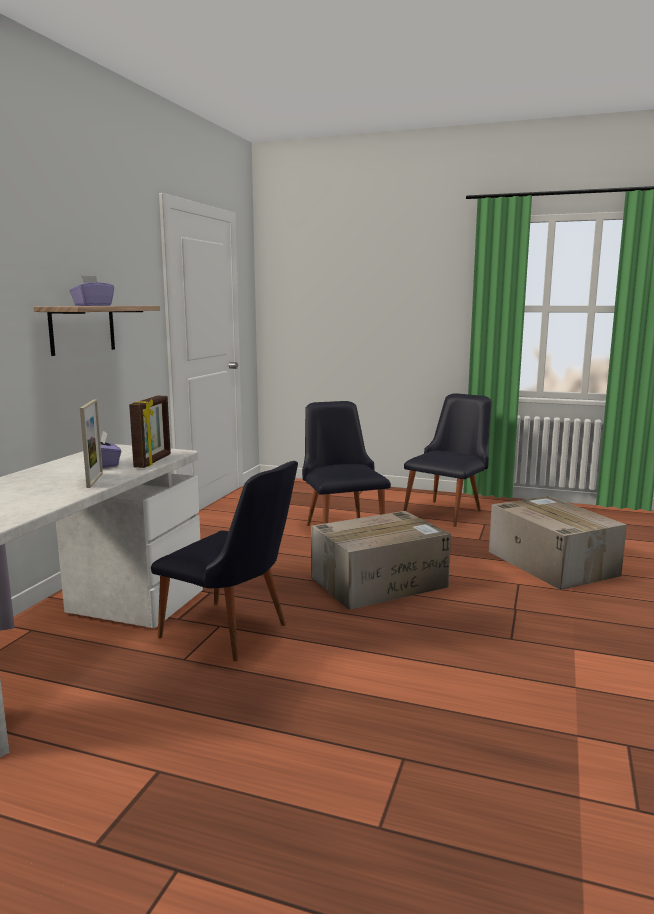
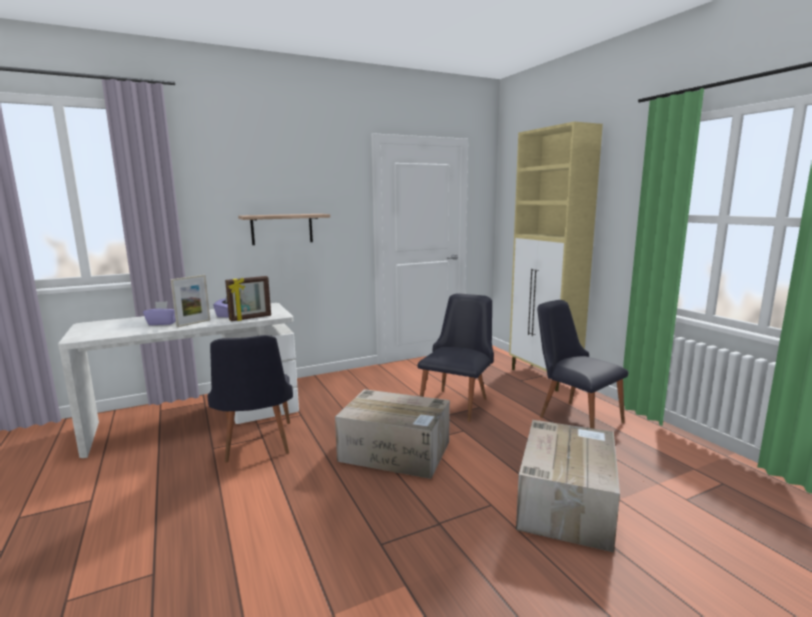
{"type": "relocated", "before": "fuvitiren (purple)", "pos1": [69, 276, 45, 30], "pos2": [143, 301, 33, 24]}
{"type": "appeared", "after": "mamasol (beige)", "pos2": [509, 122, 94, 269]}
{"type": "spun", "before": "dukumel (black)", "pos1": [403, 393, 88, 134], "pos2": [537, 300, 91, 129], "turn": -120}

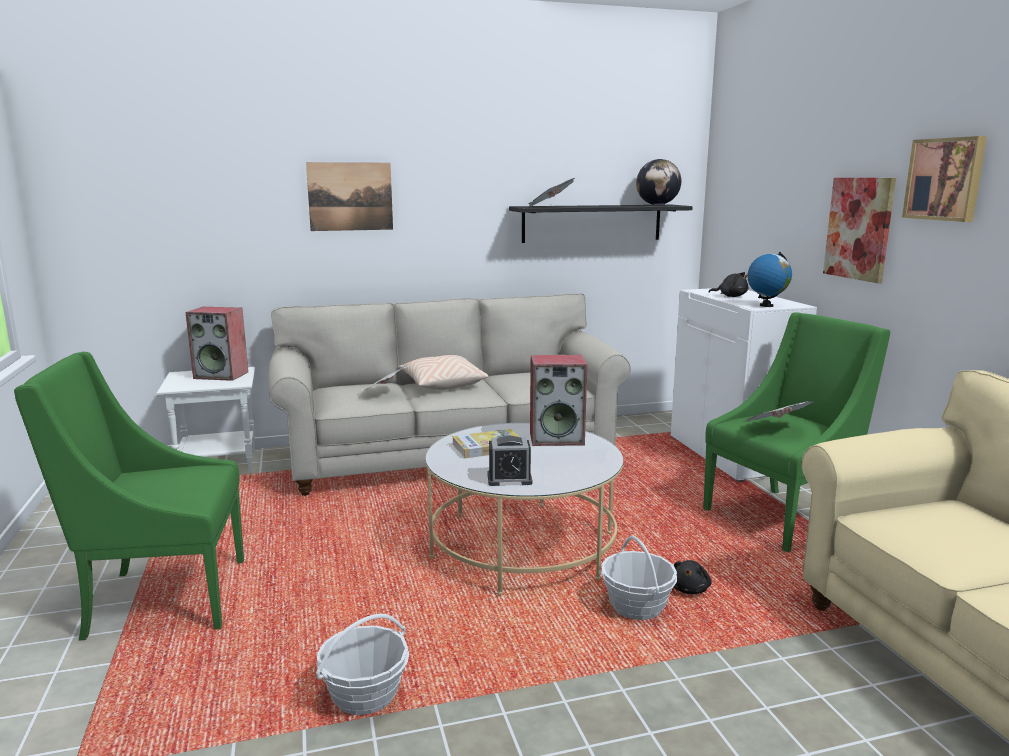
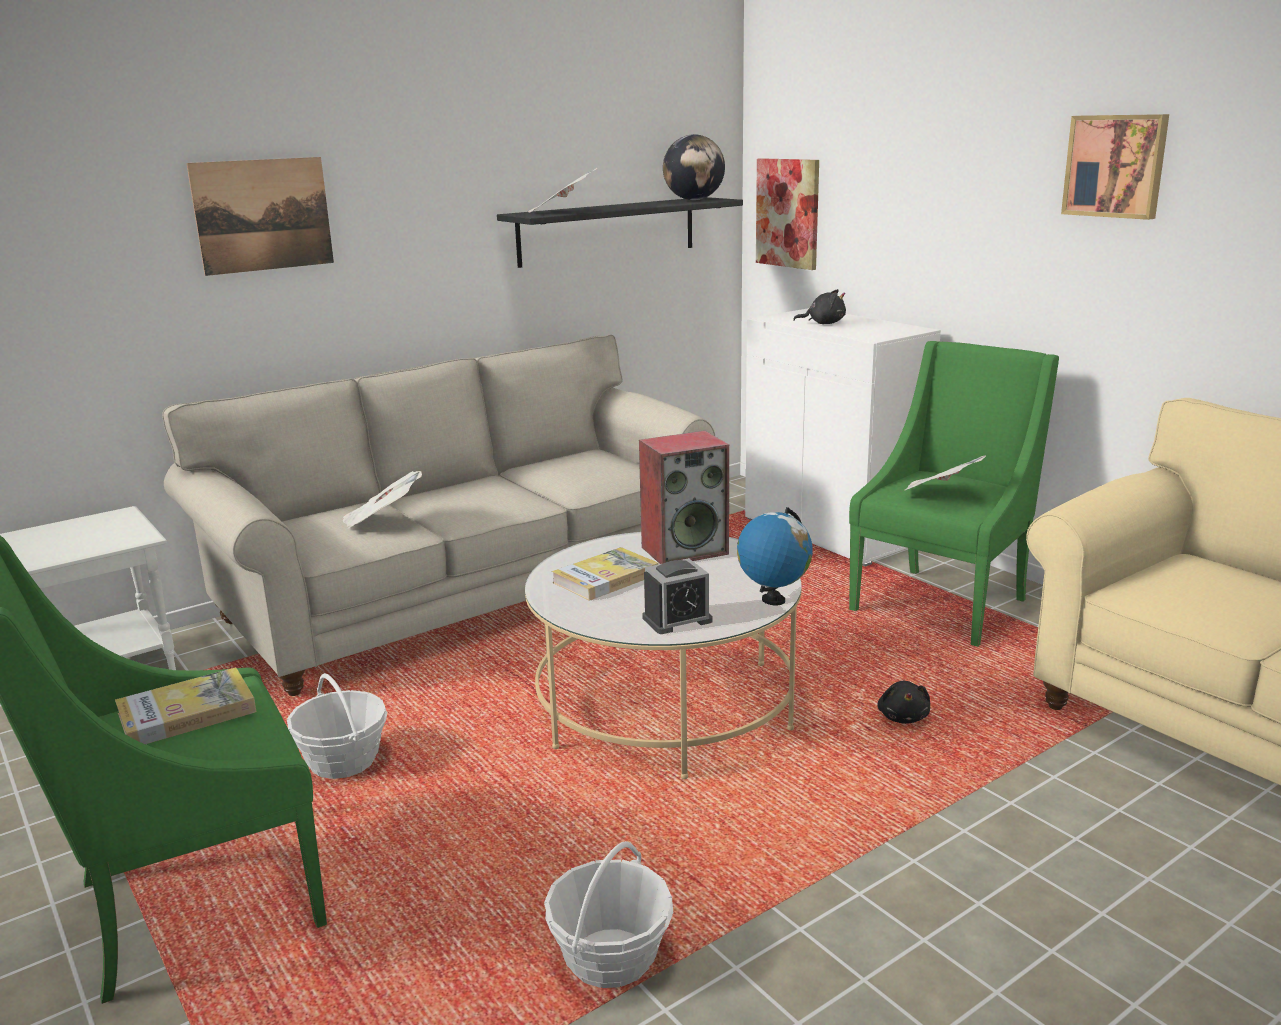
{"type": "appeared", "after": "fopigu", "pos2": [115, 667, 141, 77]}
{"type": "relocated", "before": "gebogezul", "pos1": [601, 536, 76, 84], "pos2": [287, 673, 100, 106]}
{"type": "relocated", "before": "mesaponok", "pos1": [747, 252, 45, 55], "pos2": [737, 507, 76, 99]}
{"type": "relocated", "before": "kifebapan", "pos1": [823, 178, 73, 105], "pos2": [756, 158, 63, 112]}
{"type": "missing", "before": "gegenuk", "pos1": [185, 307, 63, 74]}
{"type": "missing", "before": "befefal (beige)", "pos1": [398, 355, 90, 35]}

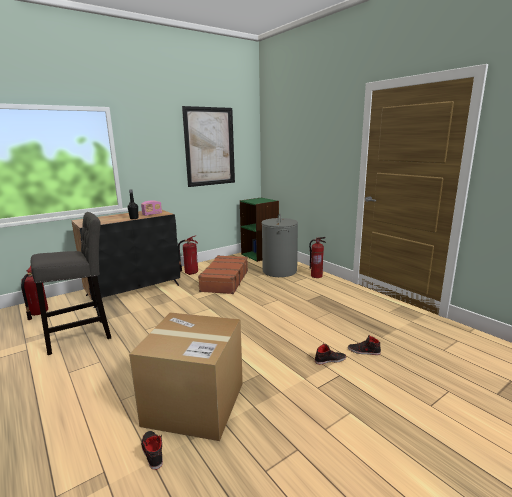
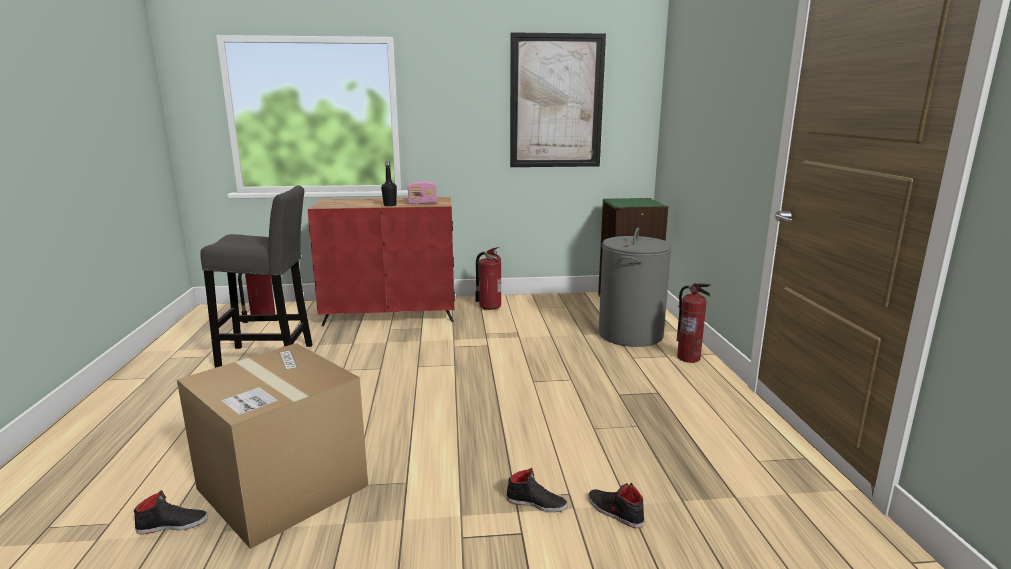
{"type": "spun", "before": "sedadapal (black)", "pos1": [141, 431, 22, 39], "pos2": [134, 490, 74, 45], "turn": 75}
{"type": "colour", "before": "mamasol (black)", "after": "mamasol (red)", "pos1": [71, 210, 109, 98], "pos2": [307, 197, 148, 129]}
{"type": "missing", "before": "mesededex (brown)", "pos1": [198, 255, 50, 39]}

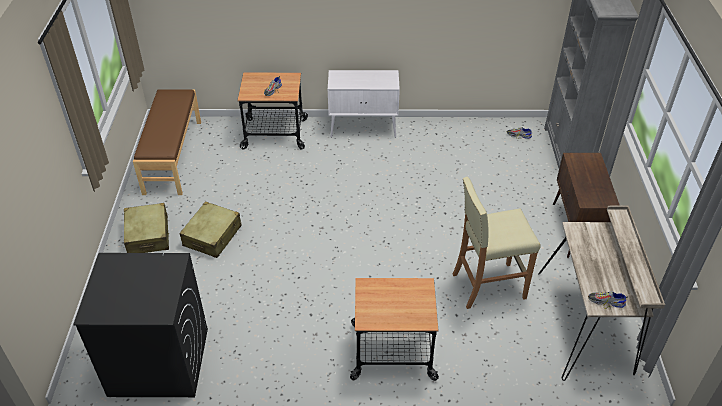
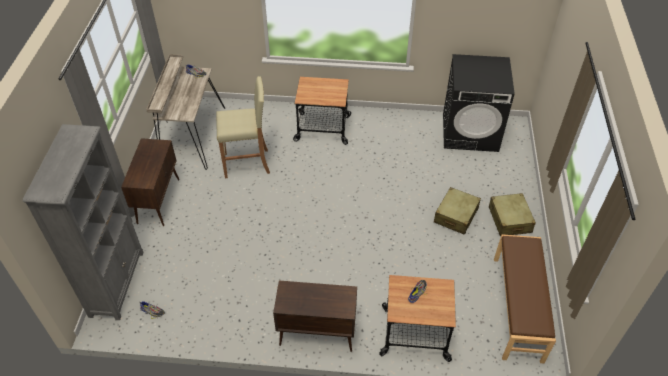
{"type": "colour", "before": "mamasol (white)", "after": "mamasol (brown)", "pos1": [328, 70, 72, 68], "pos2": [273, 281, 84, 71]}

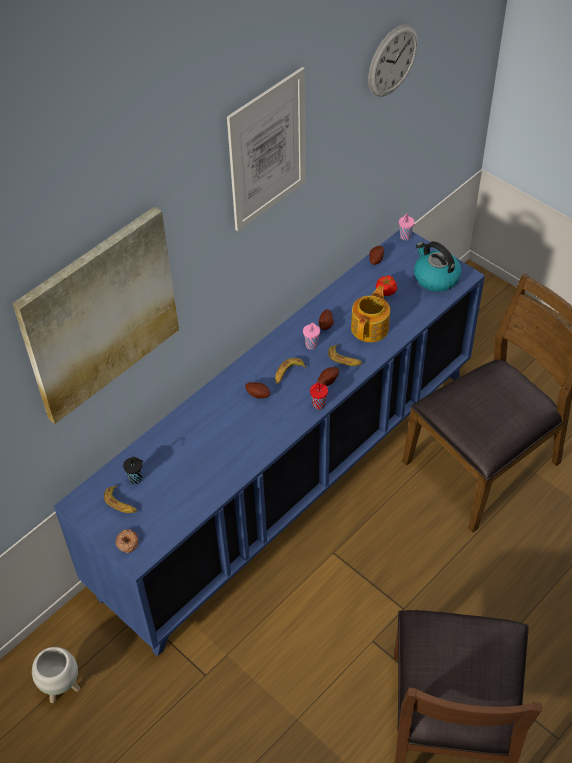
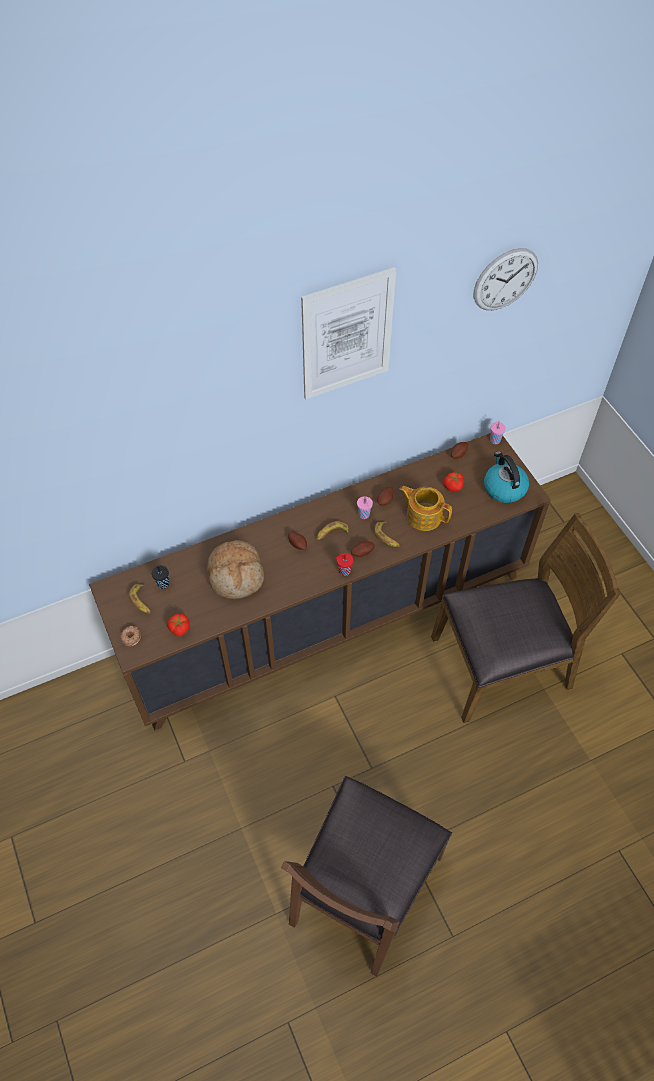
{"type": "colour", "before": "mamasol (blue)", "after": "mamasol (brown)", "pos1": [54, 229, 431, 427], "pos2": [89, 433, 462, 298]}
{"type": "appeared", "after": "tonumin", "pos2": [167, 614, 23, 23]}
{"type": "appeared", "after": "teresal", "pos2": [207, 540, 57, 59]}
{"type": "spun", "before": "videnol", "pos1": [351, 285, 39, 57], "pos2": [400, 486, 52, 45], "turn": -105}
{"type": "missing", "before": "kifebapan", "pos1": [12, 206, 167, 218]}
{"type": "missing", "before": "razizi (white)", "pos1": [32, 647, 48, 56]}

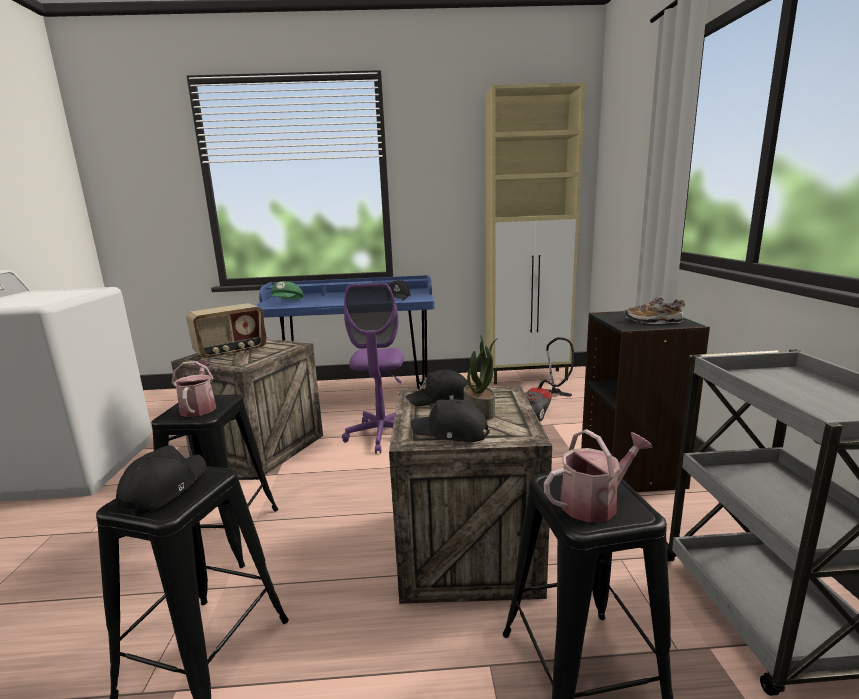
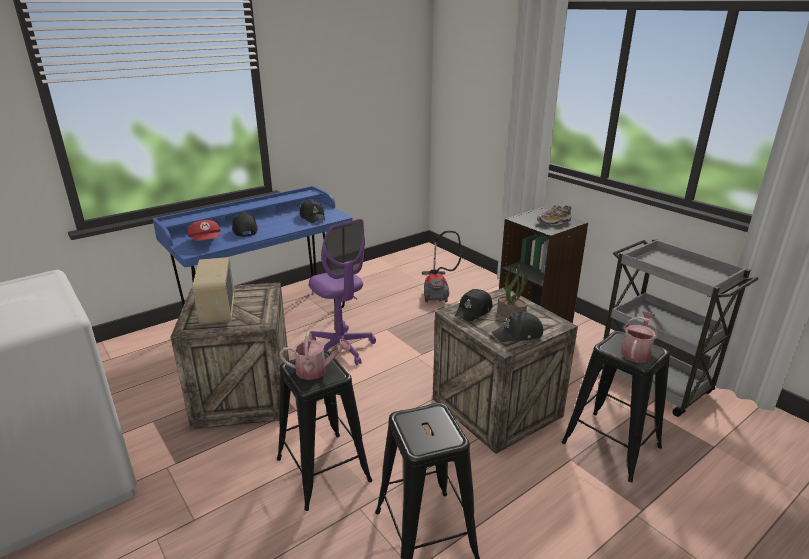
{"type": "colour", "before": "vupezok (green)", "after": "vupezok (red)", "pos1": [270, 281, 33, 19], "pos2": [187, 220, 34, 21]}
{"type": "spun", "before": "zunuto", "pos1": [186, 303, 80, 56], "pos2": [192, 257, 43, 67], "turn": 150}
{"type": "relocated", "before": "vupezok (black)", "pos1": [116, 445, 91, 71], "pos2": [232, 212, 26, 25]}
{"type": "spun", "before": "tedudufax", "pos1": [172, 360, 44, 57], "pos2": [280, 331, 71, 49], "turn": 135}
{"type": "missing", "before": "mamasol (beige)", "pos1": [485, 82, 100, 302]}

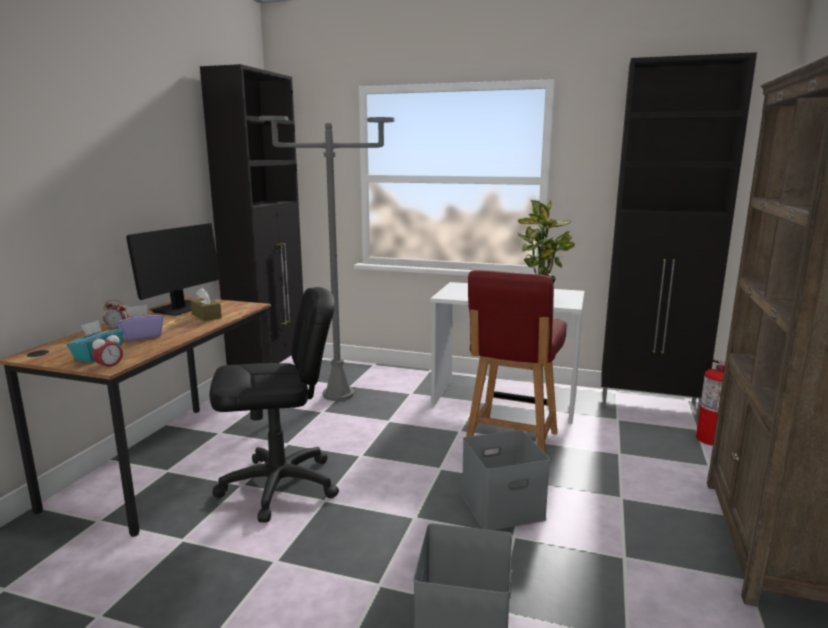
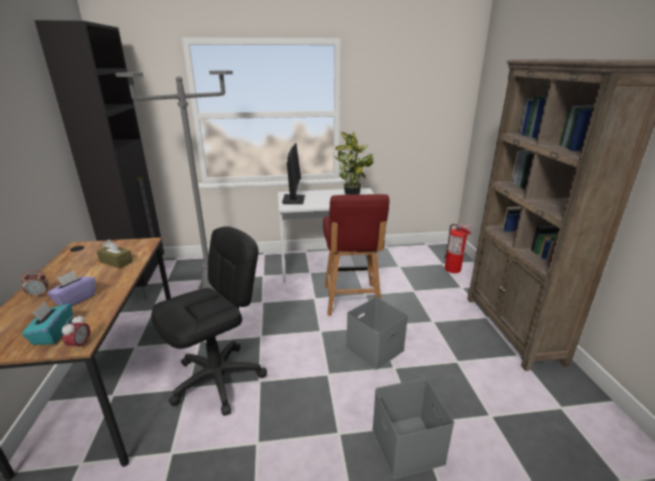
{"type": "relocated", "before": "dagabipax", "pos1": [126, 223, 95, 93], "pos2": [282, 143, 23, 61]}
{"type": "missing", "before": "mamasol (black)", "pos1": [601, 52, 156, 366]}

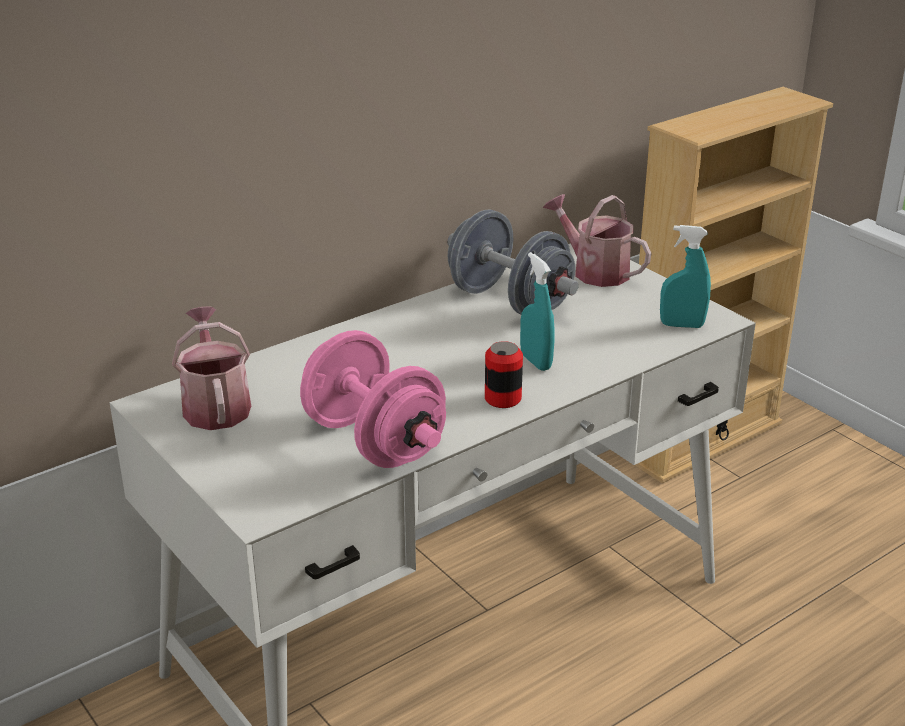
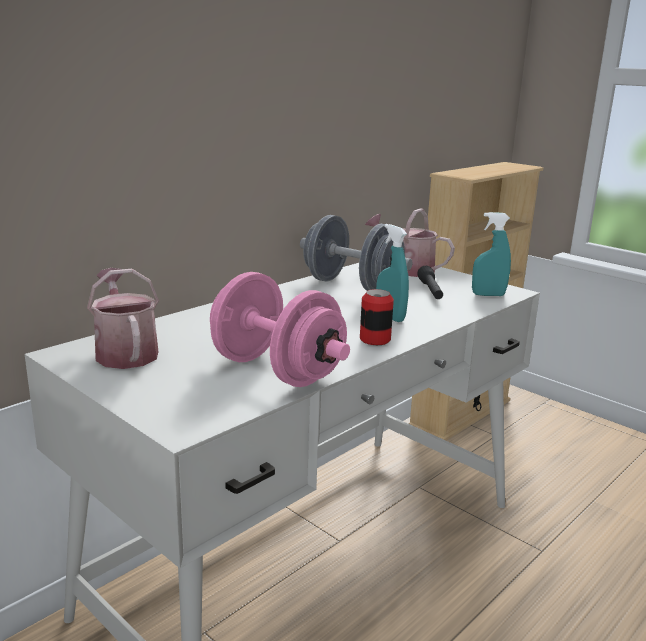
{"type": "appeared", "after": "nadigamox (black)", "pos2": [417, 266, 26, 33]}

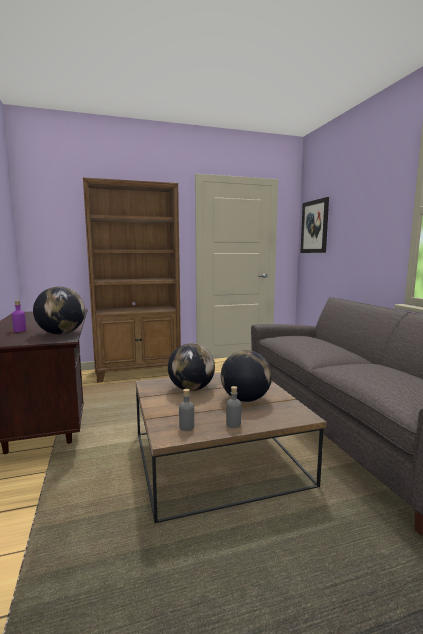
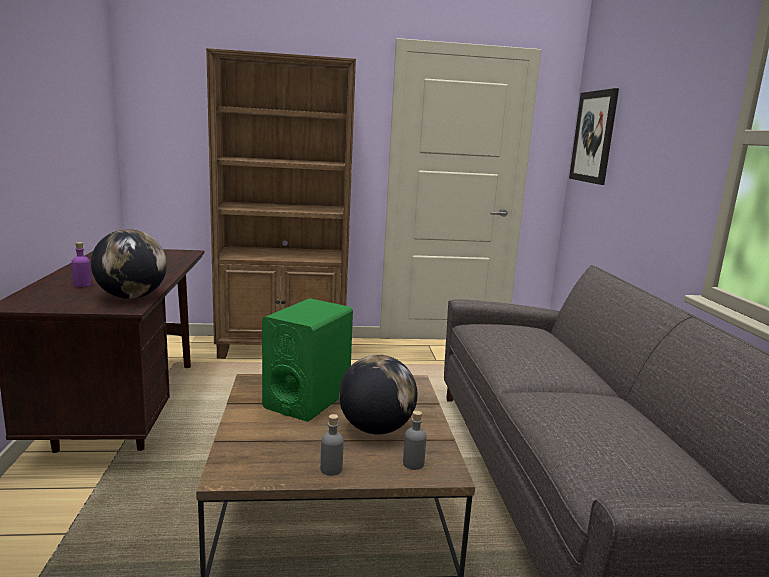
{"type": "exchanged", "before": "mesaponok", "after": "gegenuk (green)", "pos1": [168, 343, 47, 48], "pos2": [262, 298, 91, 124]}
{"type": "relocated", "before": "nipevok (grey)", "pos1": [179, 389, 15, 42], "pos2": [403, 410, 24, 60]}

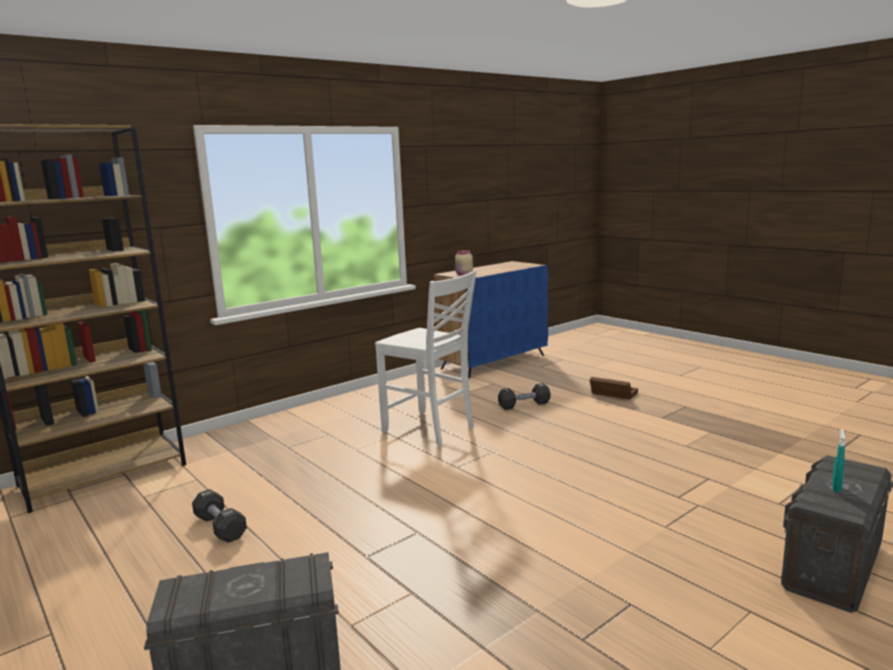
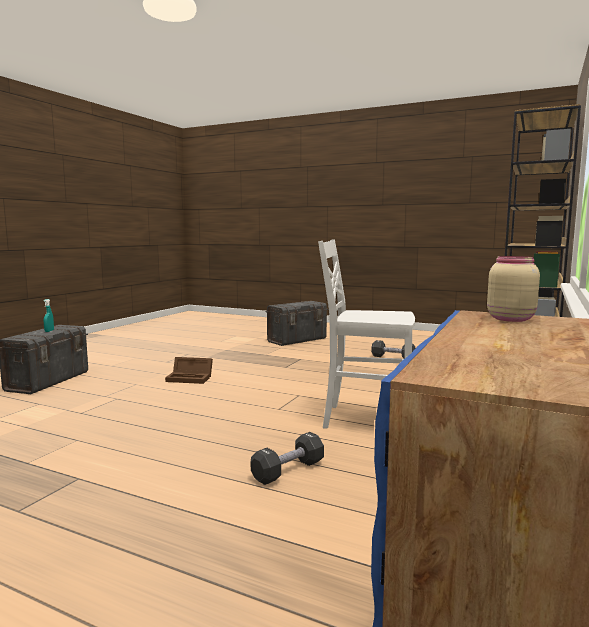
{"type": "relocated", "before": "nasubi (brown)", "pos1": [590, 377, 48, 23], "pos2": [165, 357, 48, 27]}

